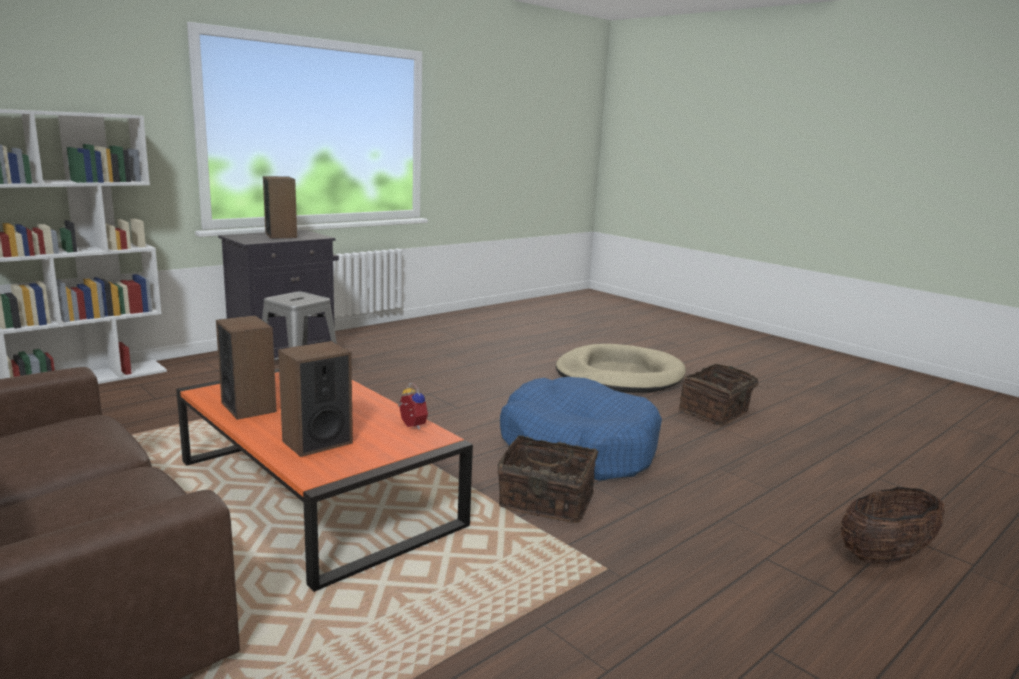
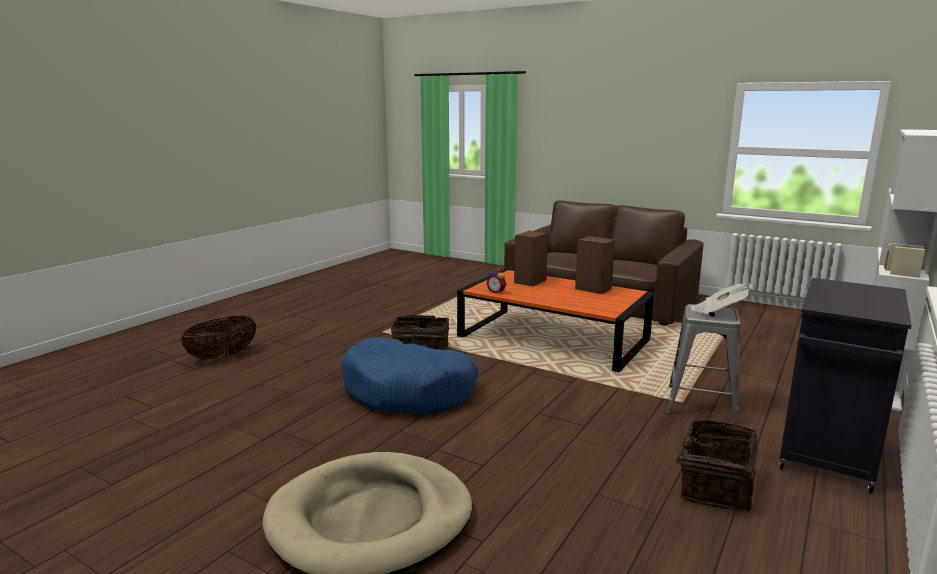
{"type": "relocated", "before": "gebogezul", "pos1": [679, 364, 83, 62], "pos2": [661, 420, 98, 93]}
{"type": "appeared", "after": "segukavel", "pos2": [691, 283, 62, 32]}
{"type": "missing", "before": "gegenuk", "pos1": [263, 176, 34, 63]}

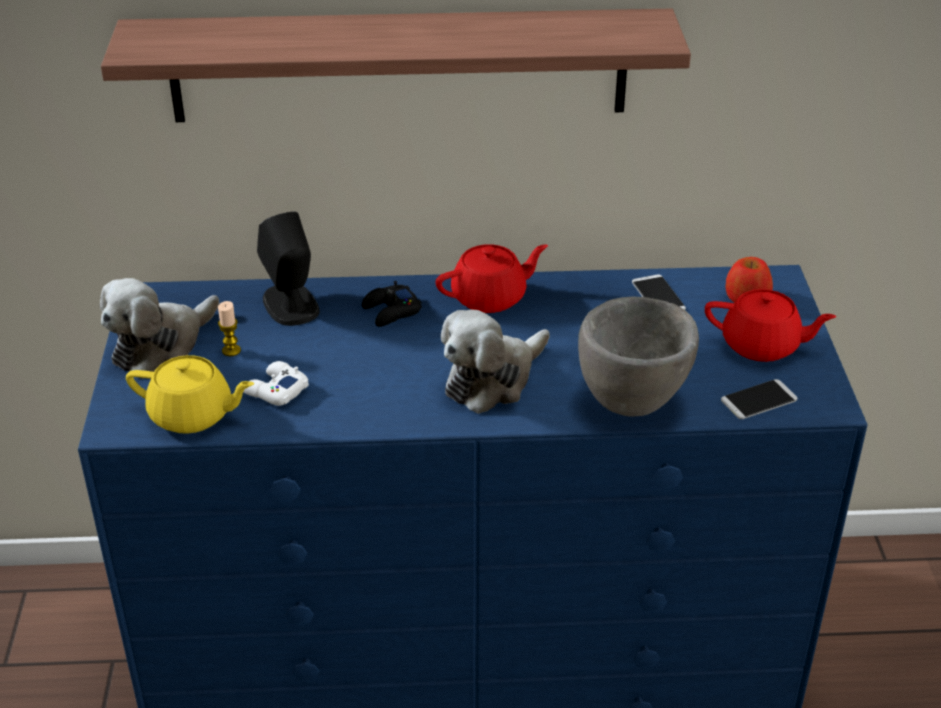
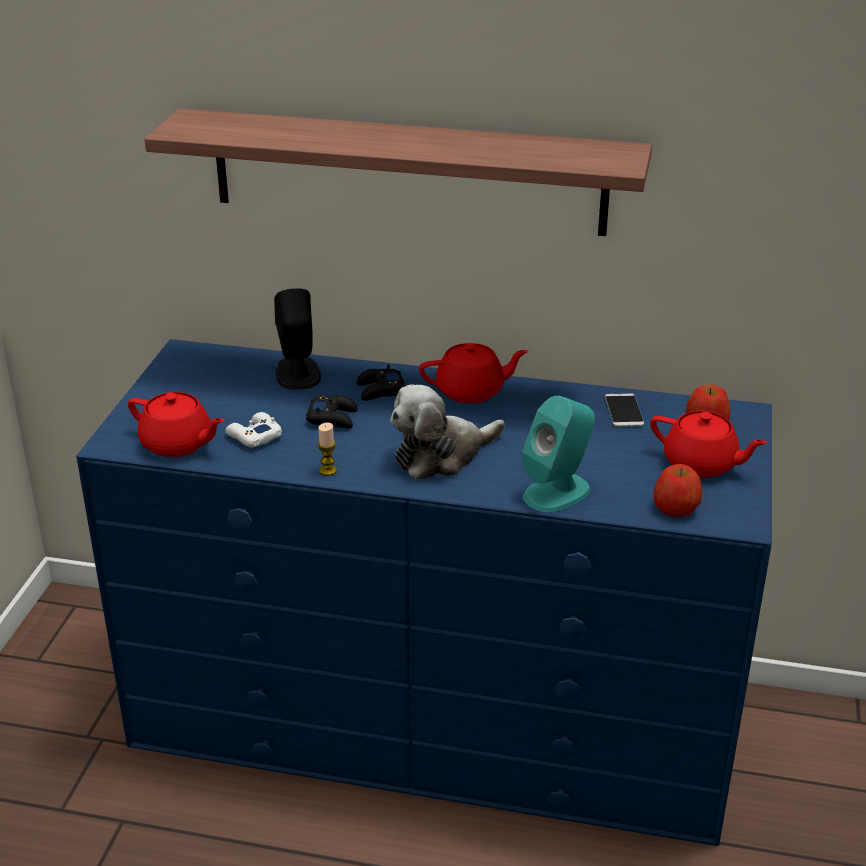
{"type": "colour", "before": "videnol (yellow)", "after": "videnol (red)", "pos1": [126, 355, 128, 79], "pos2": [128, 392, 96, 65]}
{"type": "appeared", "after": "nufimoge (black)", "pos2": [306, 395, 52, 34]}
{"type": "relocated", "before": "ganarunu", "pos1": [218, 301, 23, 55], "pos2": [317, 423, 20, 53]}
{"type": "exchanged", "before": "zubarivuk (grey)", "after": "gegenuk (turquoise)", "pos1": [578, 296, 121, 121], "pos2": [522, 396, 73, 116]}
{"type": "exchanged", "before": "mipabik", "after": "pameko", "pos1": [721, 379, 76, 40], "pos2": [653, 464, 49, 53]}
{"type": "missing", "before": "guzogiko", "pos1": [100, 278, 119, 101]}

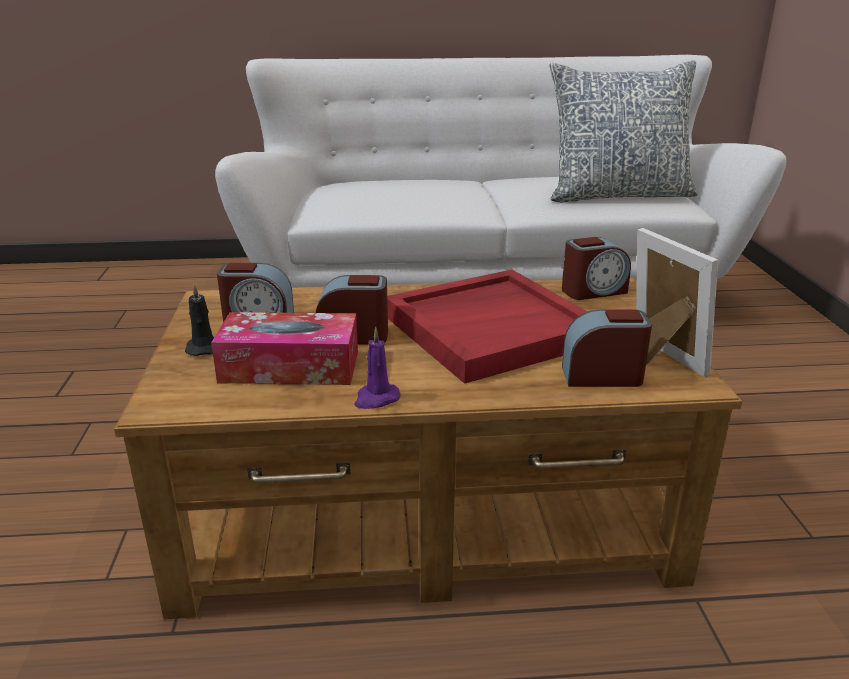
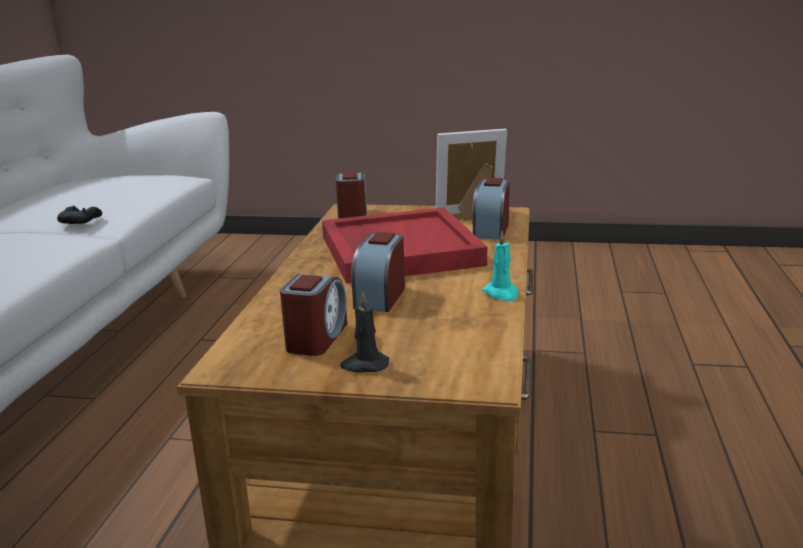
{"type": "appeared", "after": "nufimoge (black)", "pos2": [57, 206, 45, 18]}
{"type": "colour", "before": "ganarunu (purple)", "after": "ganarunu (turquoise)", "pos1": [354, 327, 46, 82], "pos2": [482, 231, 37, 70]}
{"type": "missing", "before": "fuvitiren", "pos1": [211, 312, 147, 73]}
{"type": "missing", "before": "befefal", "pos1": [549, 60, 149, 142]}

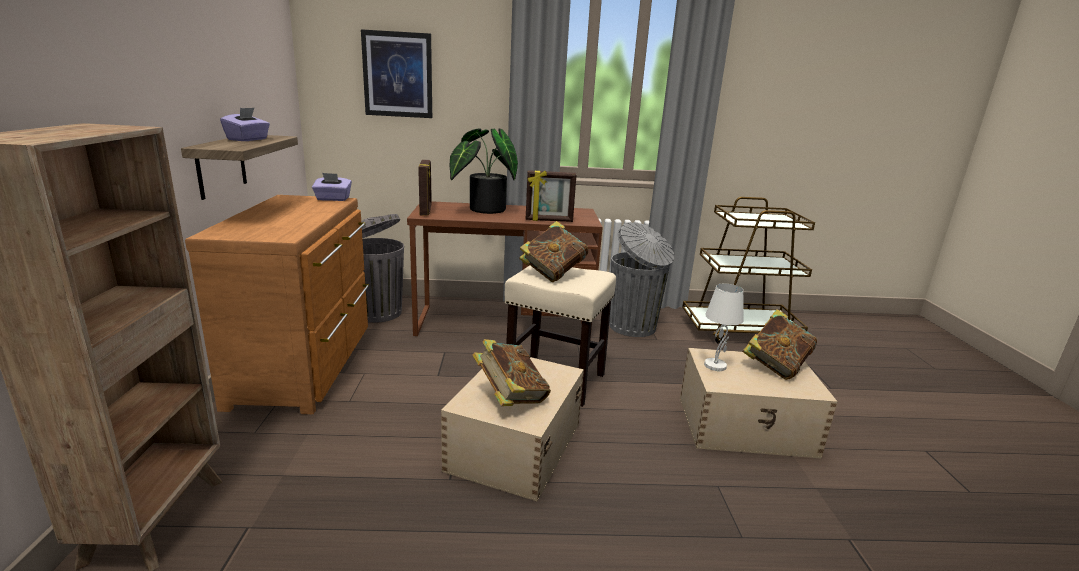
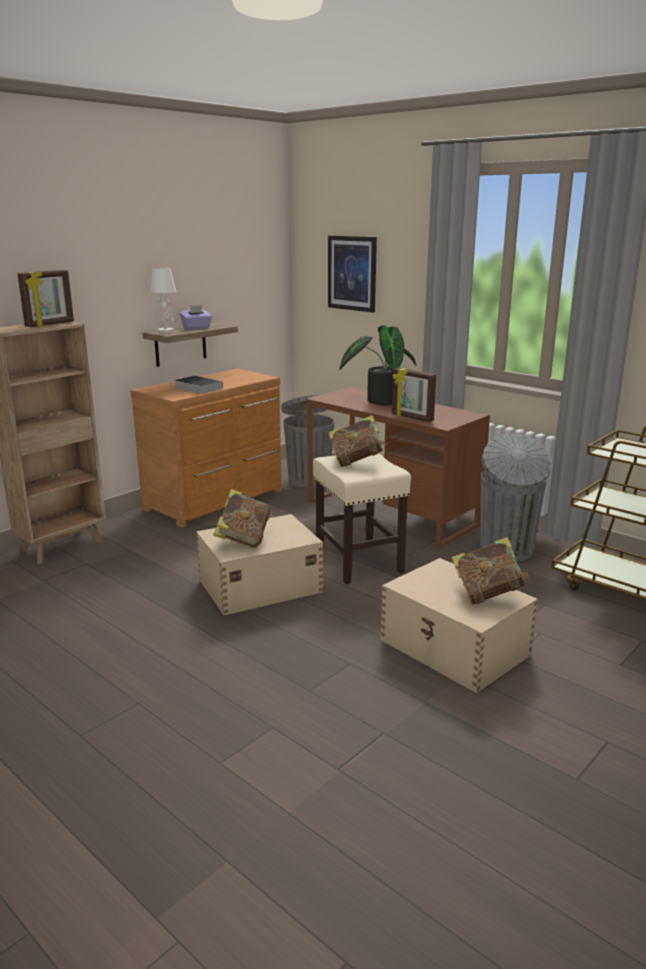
{"type": "relocated", "before": "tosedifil", "pos1": [418, 160, 14, 56], "pos2": [17, 270, 57, 57]}
{"type": "relocated", "before": "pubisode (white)", "pos1": [704, 283, 39, 88], "pos2": [150, 267, 26, 66]}
{"type": "appeared", "after": "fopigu", "pos2": [174, 376, 49, 18]}
{"type": "missing", "before": "fuvitiren (purple)", "pos1": [312, 173, 40, 28]}

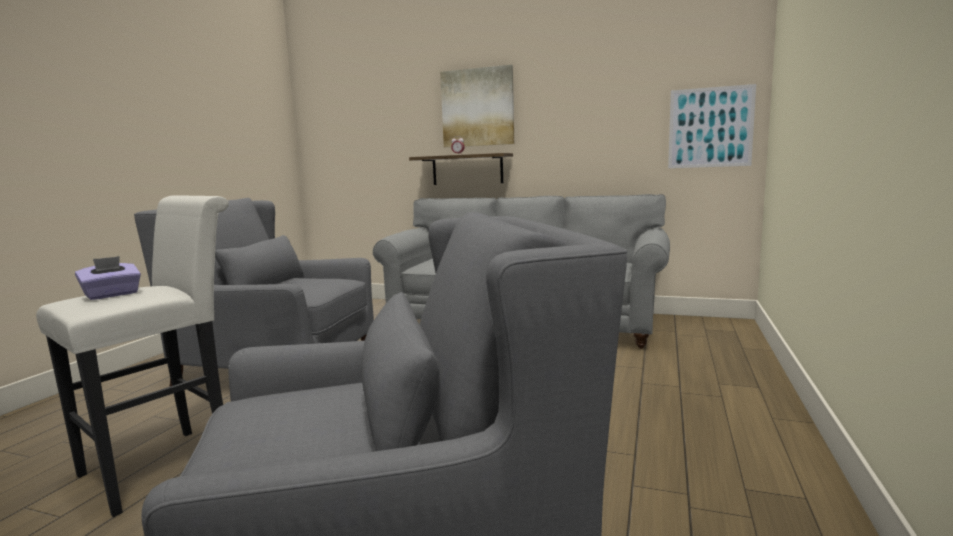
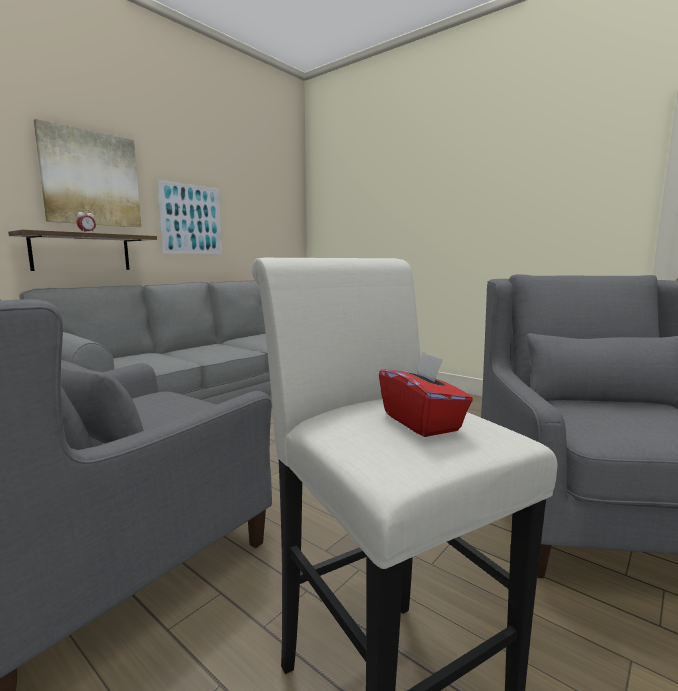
{"type": "relocated", "before": "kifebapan", "pos1": [668, 84, 88, 84], "pos2": [157, 179, 65, 76]}
{"type": "colour", "before": "fuvitiren (purple)", "after": "fuvitiren (red)", "pos1": [75, 256, 66, 44], "pos2": [379, 352, 94, 85]}

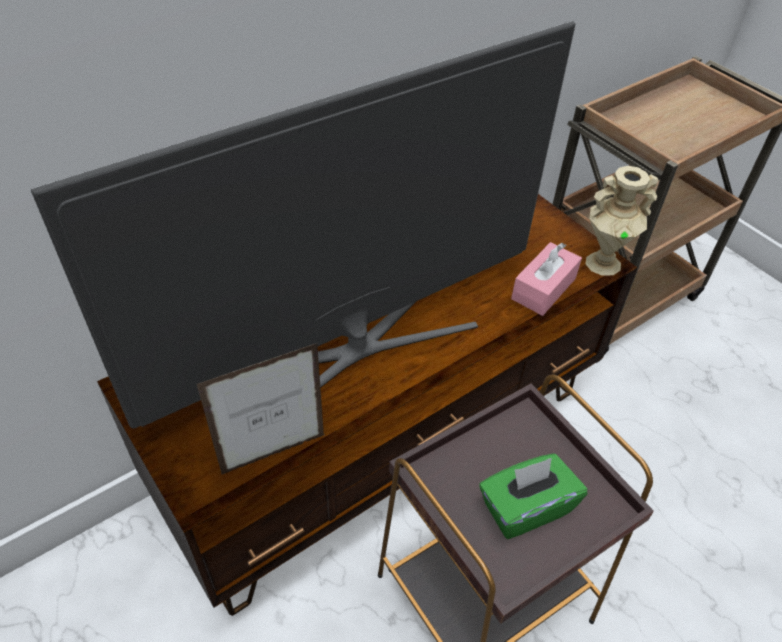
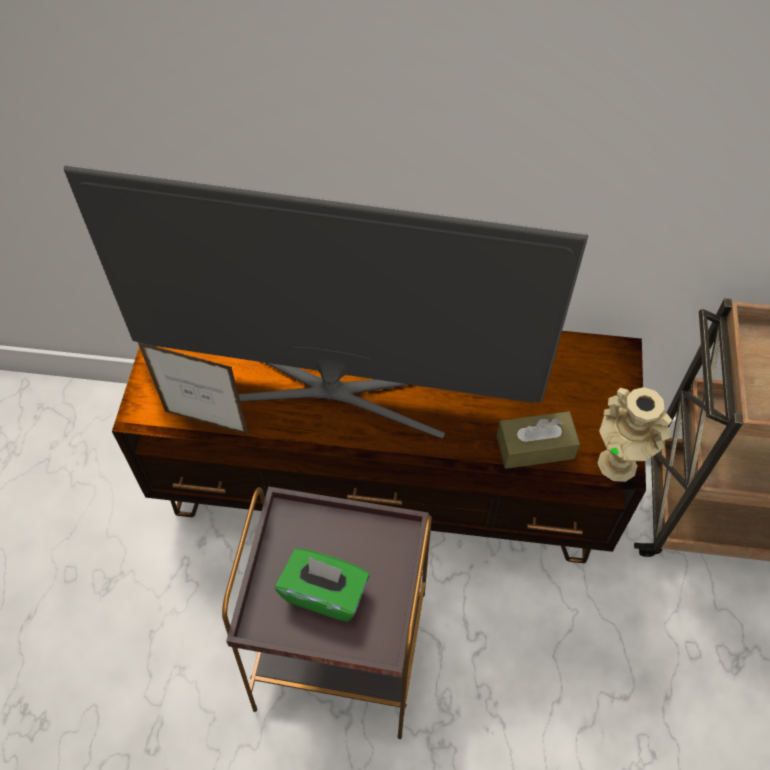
{"type": "colour", "before": "fuvitiren (pink)", "after": "fuvitiren (brown)", "pos1": [511, 242, 71, 74], "pos2": [497, 411, 83, 58]}

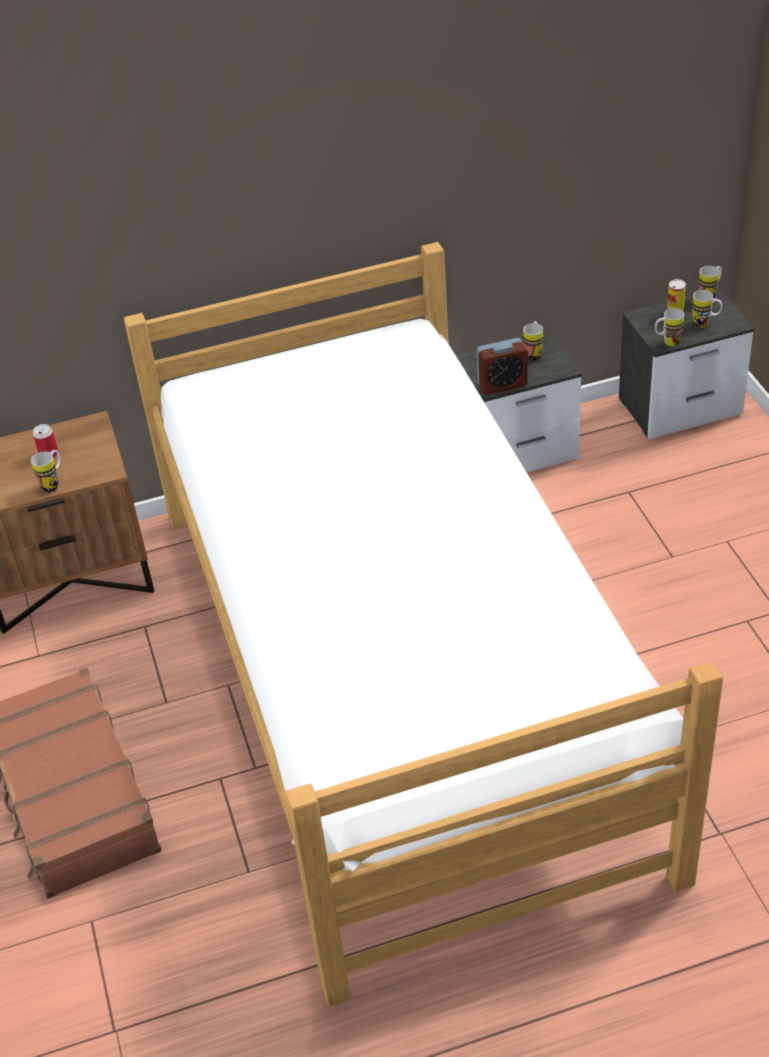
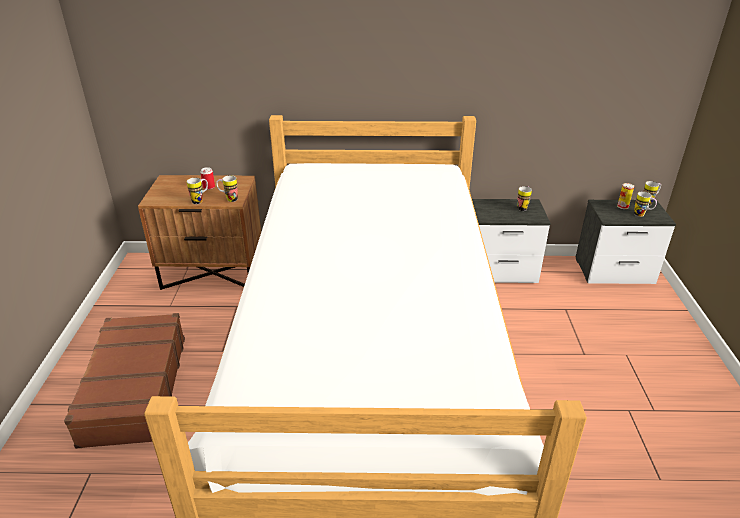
{"type": "relocated", "before": "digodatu", "pos1": [655, 308, 29, 38], "pos2": [216, 175, 22, 27]}
{"type": "missing", "before": "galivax", "pos1": [476, 338, 52, 57]}

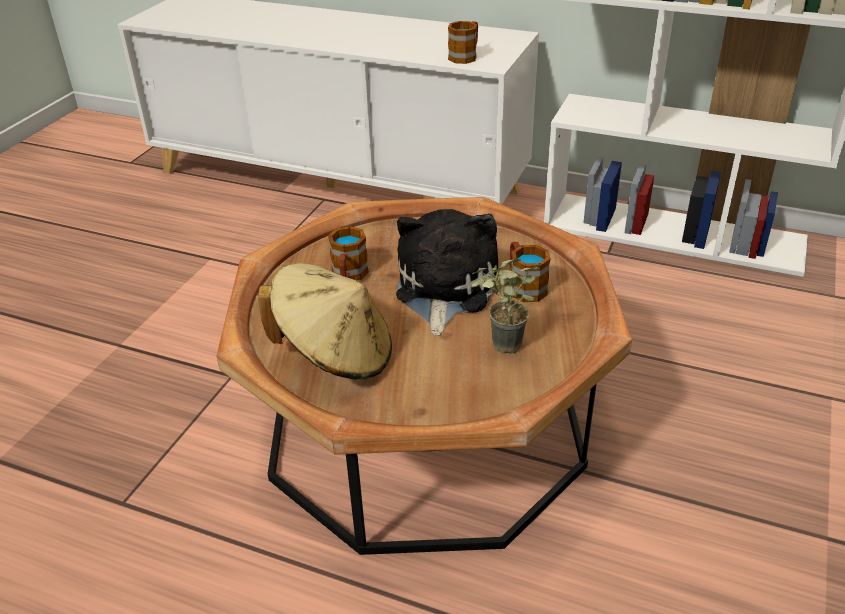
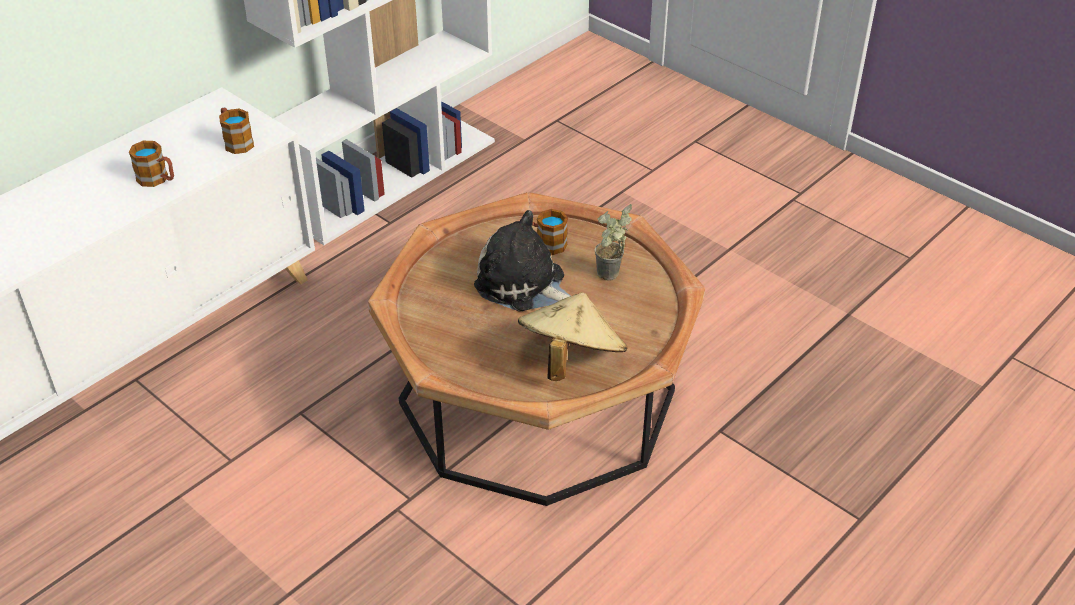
{"type": "relocated", "before": "digodatu", "pos1": [328, 226, 41, 55], "pos2": [129, 141, 45, 46]}

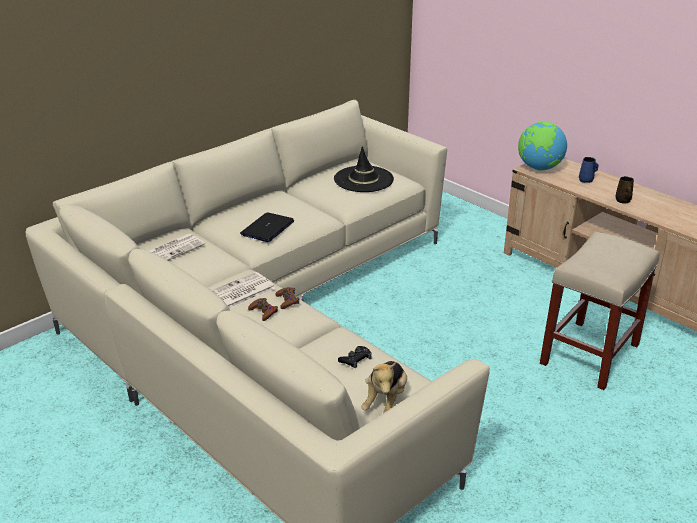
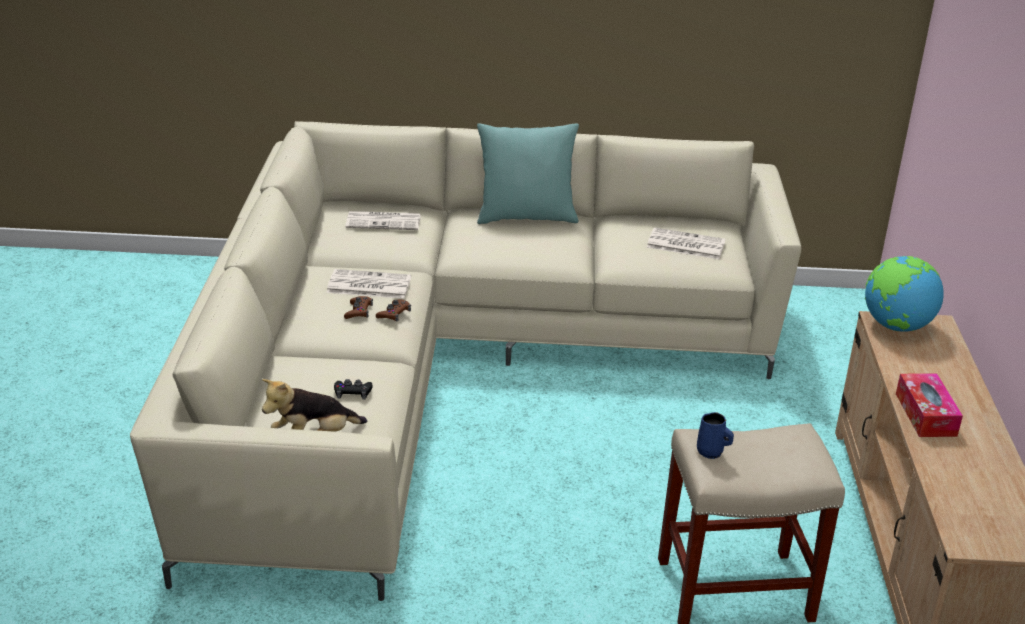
{"type": "appeared", "after": "befefal (turquoise)", "pos2": [477, 123, 102, 101]}
{"type": "exchanged", "before": "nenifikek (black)", "after": "segukavel", "pos1": [334, 146, 60, 46], "pos2": [647, 227, 79, 32]}
{"type": "relocated", "before": "digodatu (blue)", "pos1": [579, 157, 20, 26], "pos2": [697, 412, 37, 47]}
{"type": "exchanged", "before": "digodatu (brown)", "after": "fuvitiren", "pos1": [616, 176, 18, 27], "pos2": [896, 373, 67, 64]}
{"type": "missing", "before": "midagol", "pos1": [240, 212, 54, 30]}

